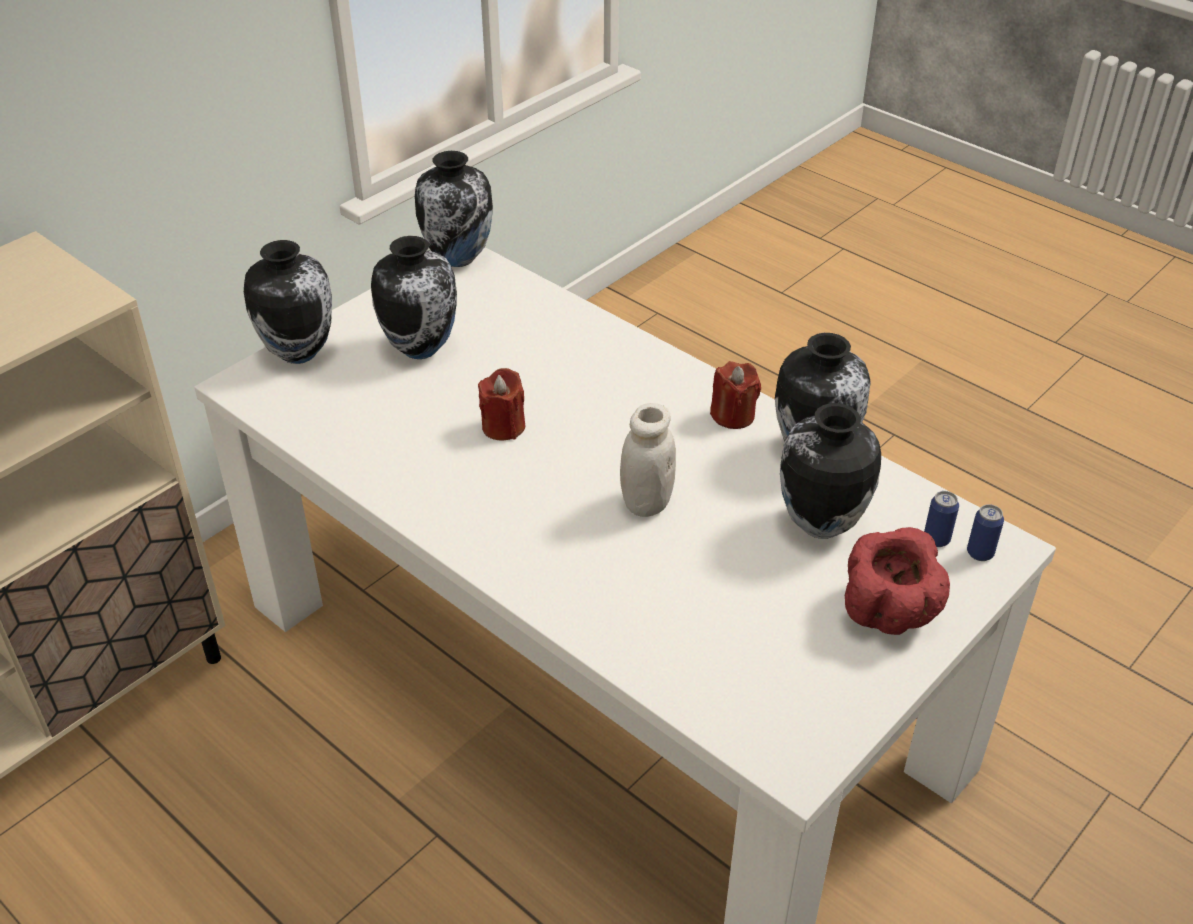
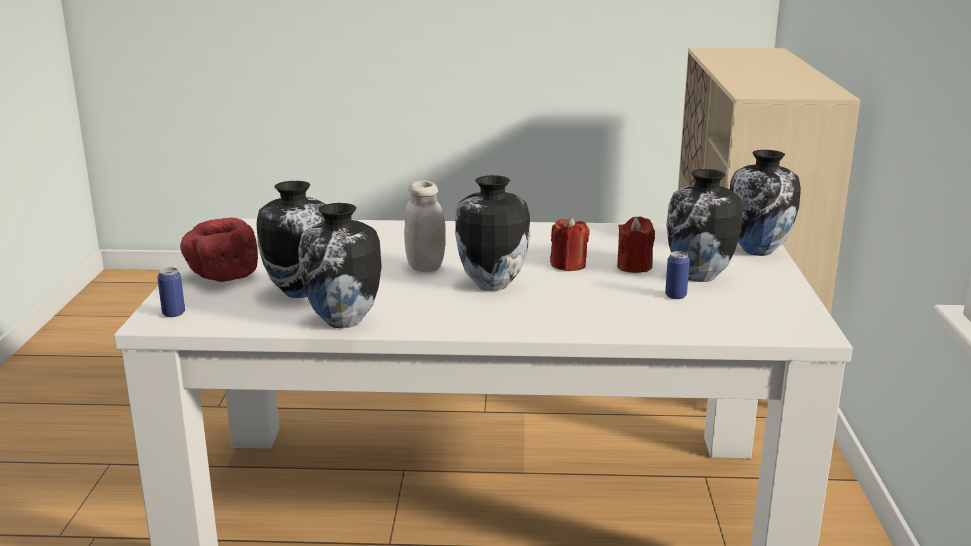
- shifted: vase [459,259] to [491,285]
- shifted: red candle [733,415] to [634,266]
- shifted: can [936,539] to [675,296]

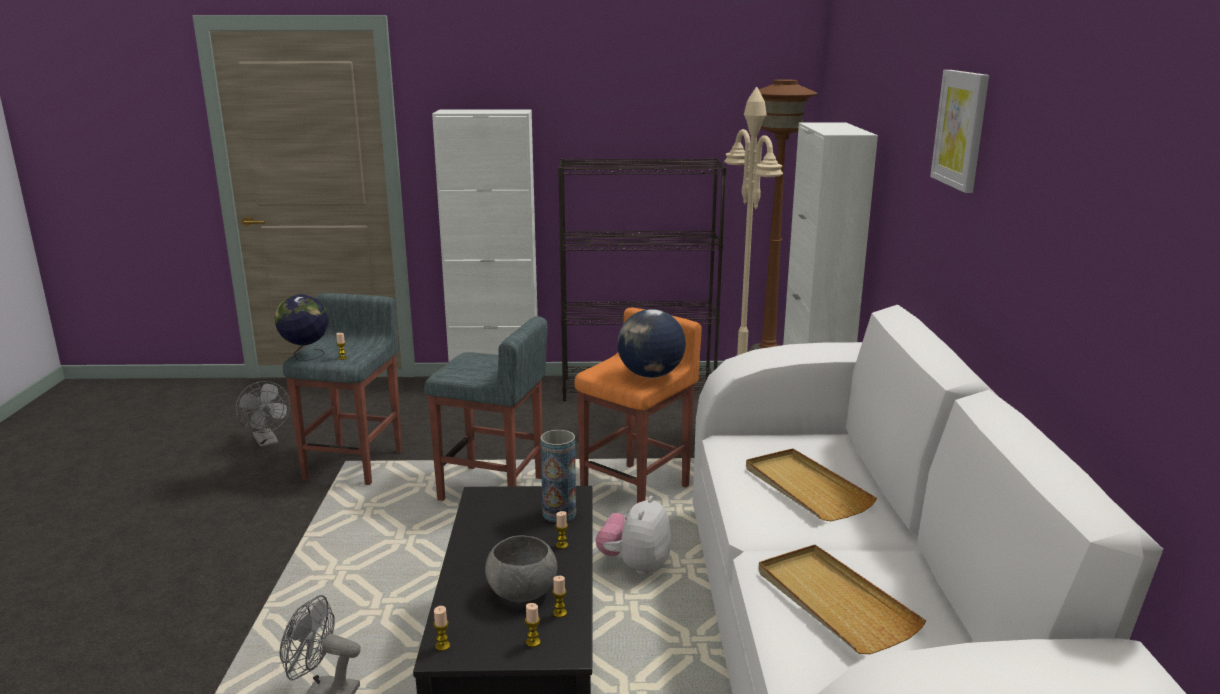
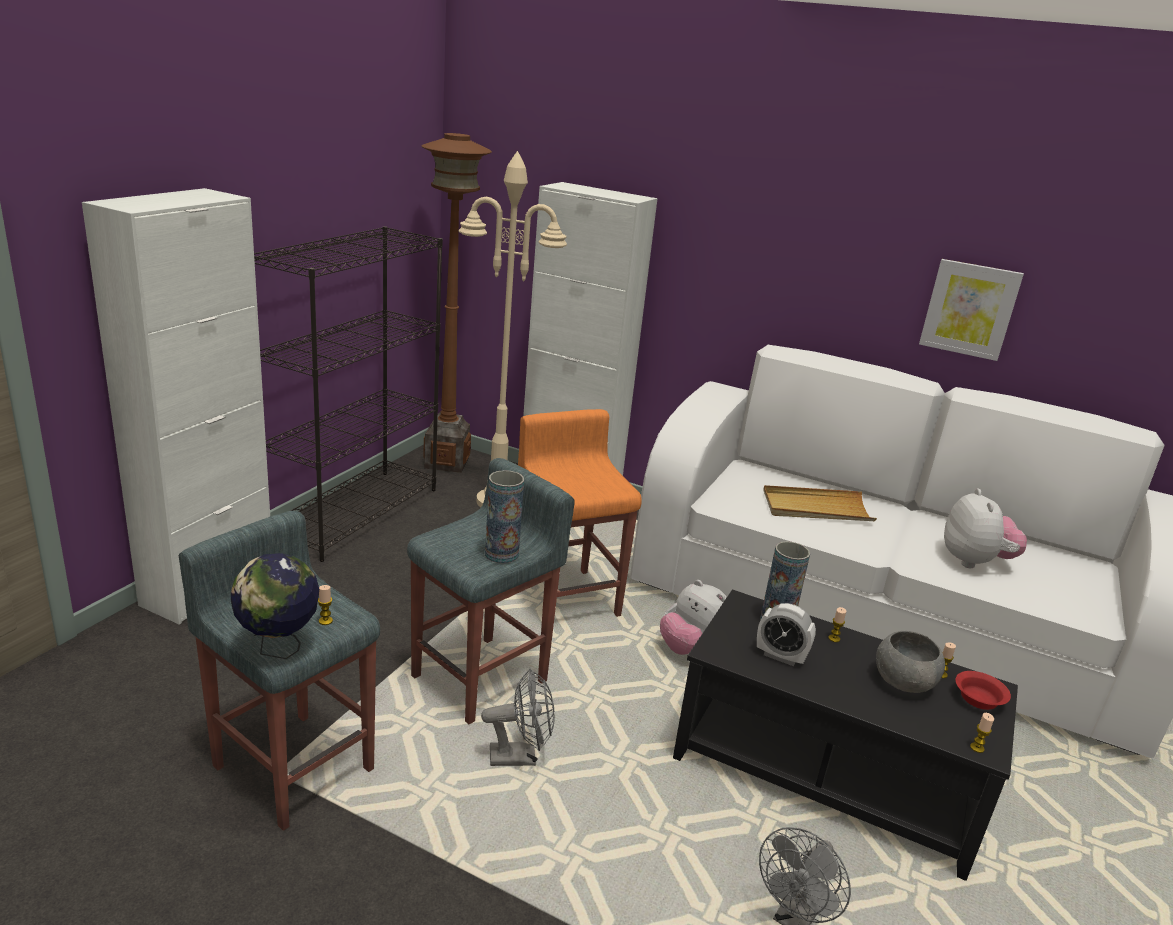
- shifted: grey fan [267,442] to [520,757]
- swapped: candle [533,642] to red bowl [979,700]
- gone: globe [650,375]
- swapped: beige tray [834,602] to plush toy [974,562]
- shifted: picture [961,129] to [969,309]
- new: vase [501,554]
- new: alarm clock [780,656]

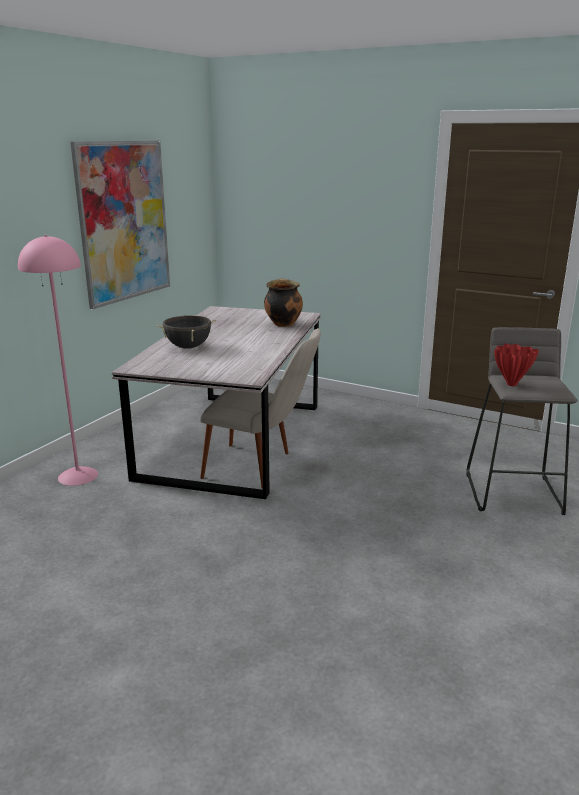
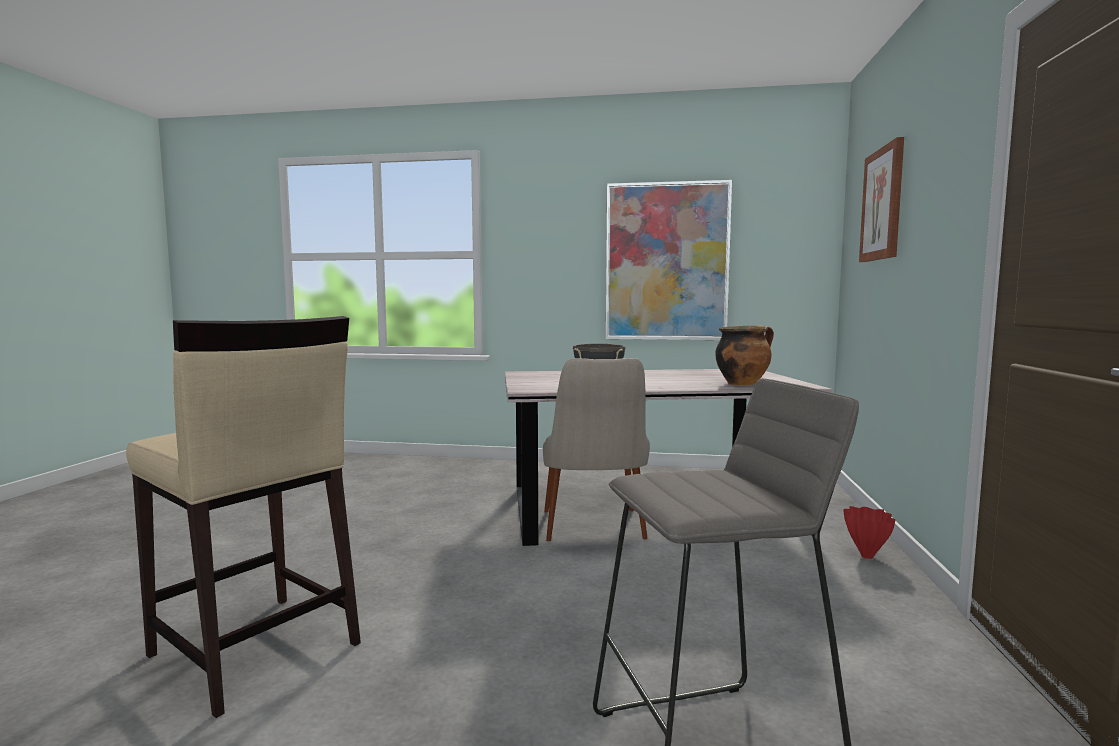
- gone: pink floor lamp [78,475]
- shifted: red vase [510,384] to [866,556]
- new: beige stool [254,650]
- new: picture [883,204]

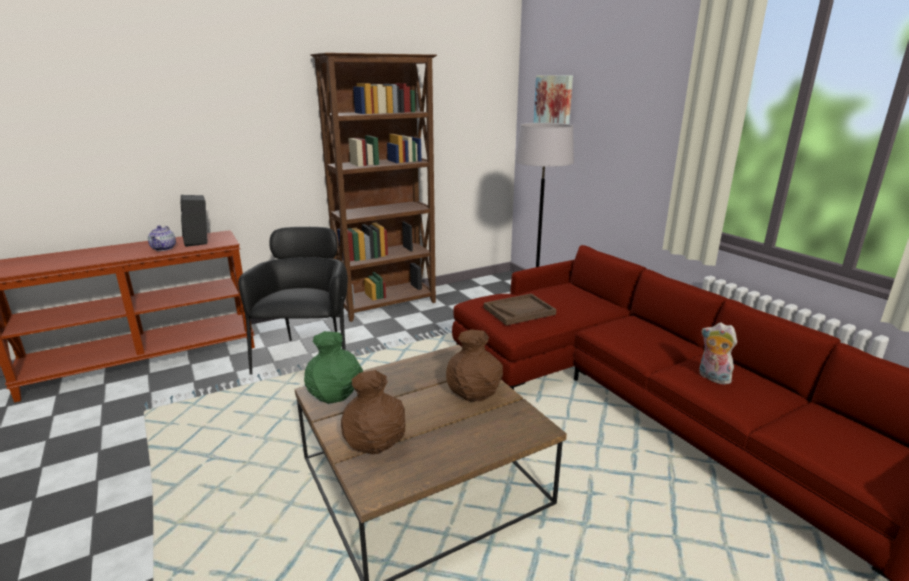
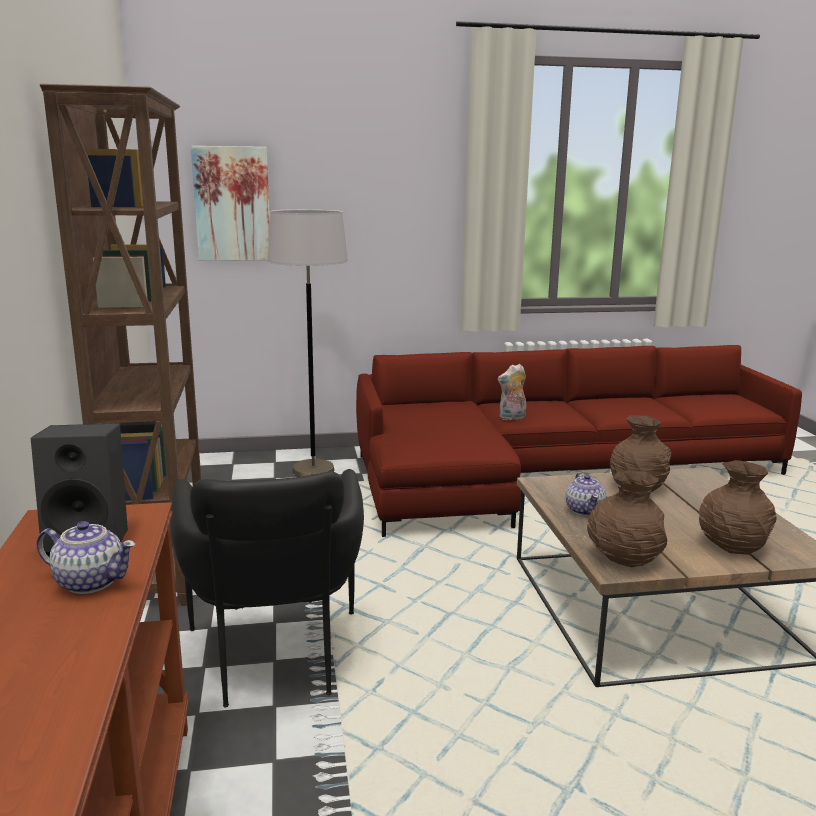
- rotated: black armchair [307,354] = [275,663] 120 degrees counterclockwise
- repainted: green vase [335,394] to brown vase [623,557]
- gone: brown tray [519,311]
- shifted: plush toy [712,378] to [512,418]
- new: teapot [585,510]

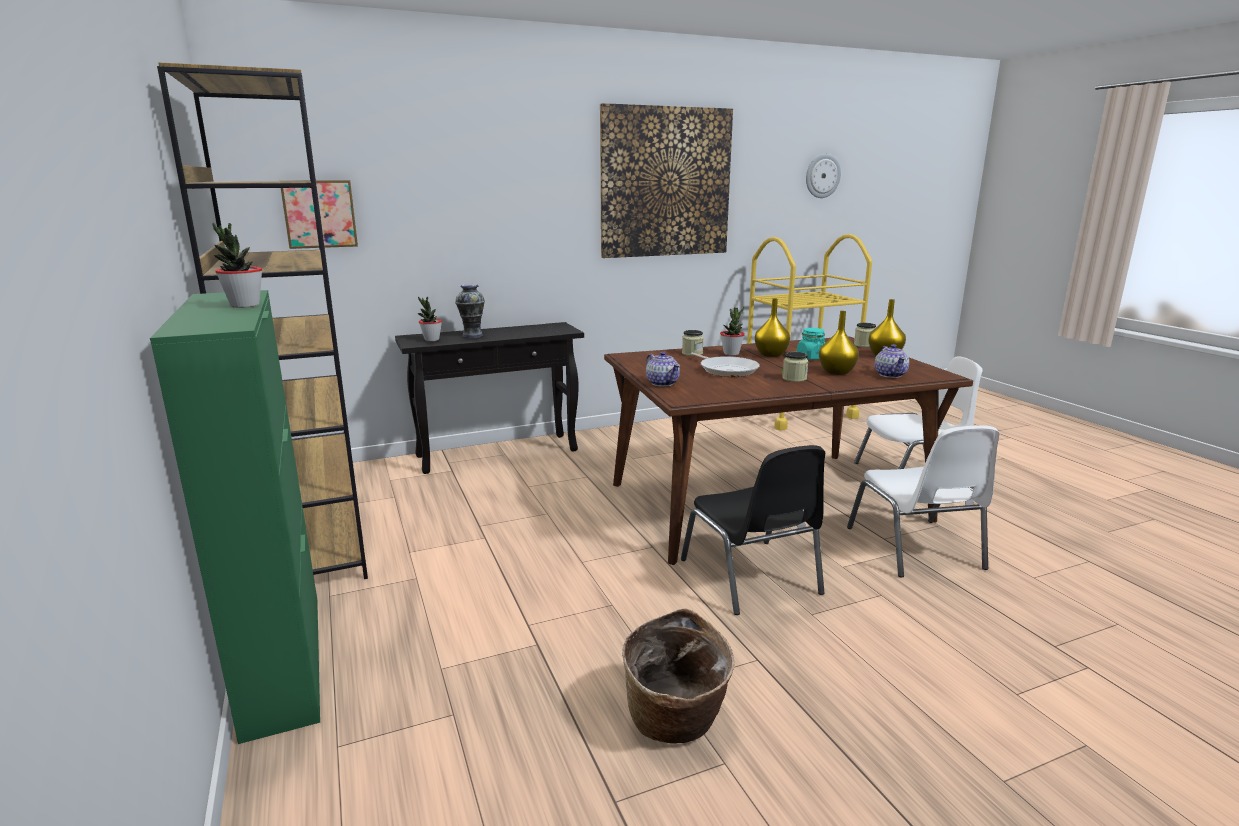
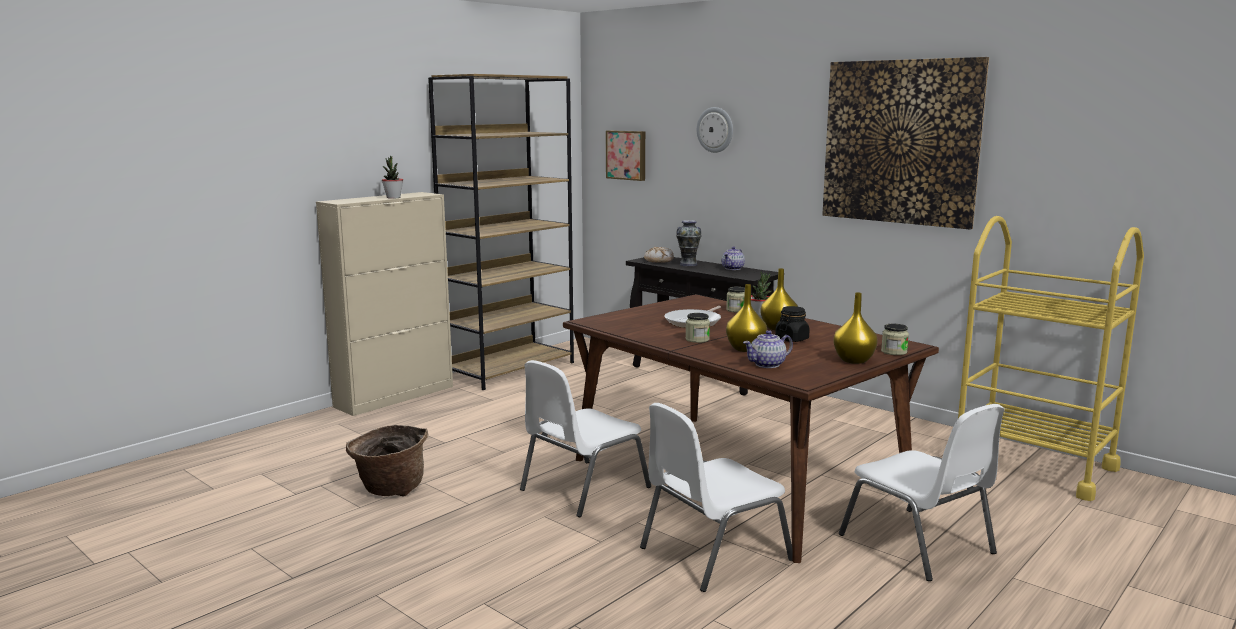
- repainted: green cabinet [284,660] to beige cabinet [395,396]
- swapped: potted plant [431,340] to bread [659,260]
- shifted: teapot [662,383] to [733,268]
- repainted: black chair [751,577] to white chair [582,489]
- repainted: turquoise jar [811,357] to black jar [792,339]
- shifted: wall clock [822,176] to [715,129]

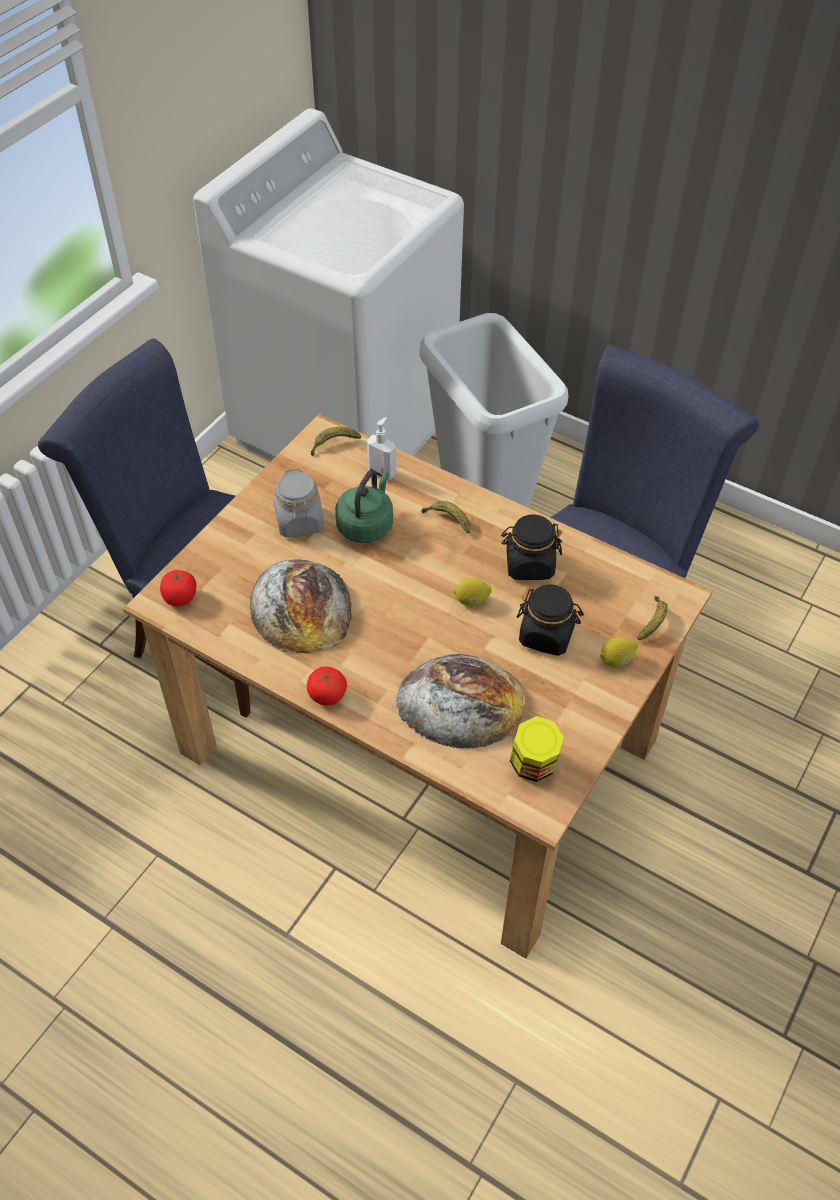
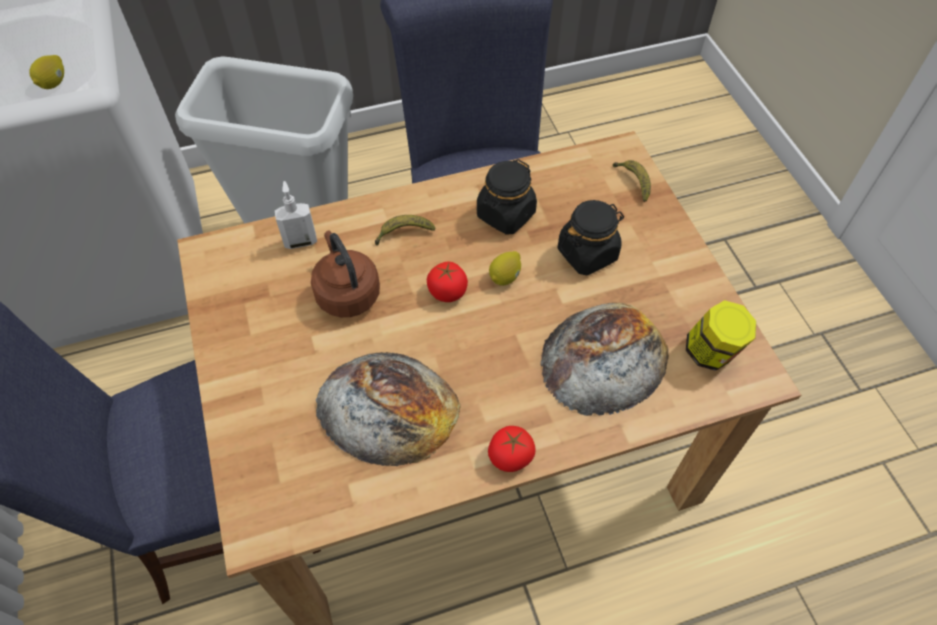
- shifted: tomato [180,597] to [447,291]
- gone: grey jar [300,522]
- gone: banana [333,444]
- repainted: green kettle [366,525] to brown kettle [347,293]
- shifted: lemon [616,660] to [54,83]

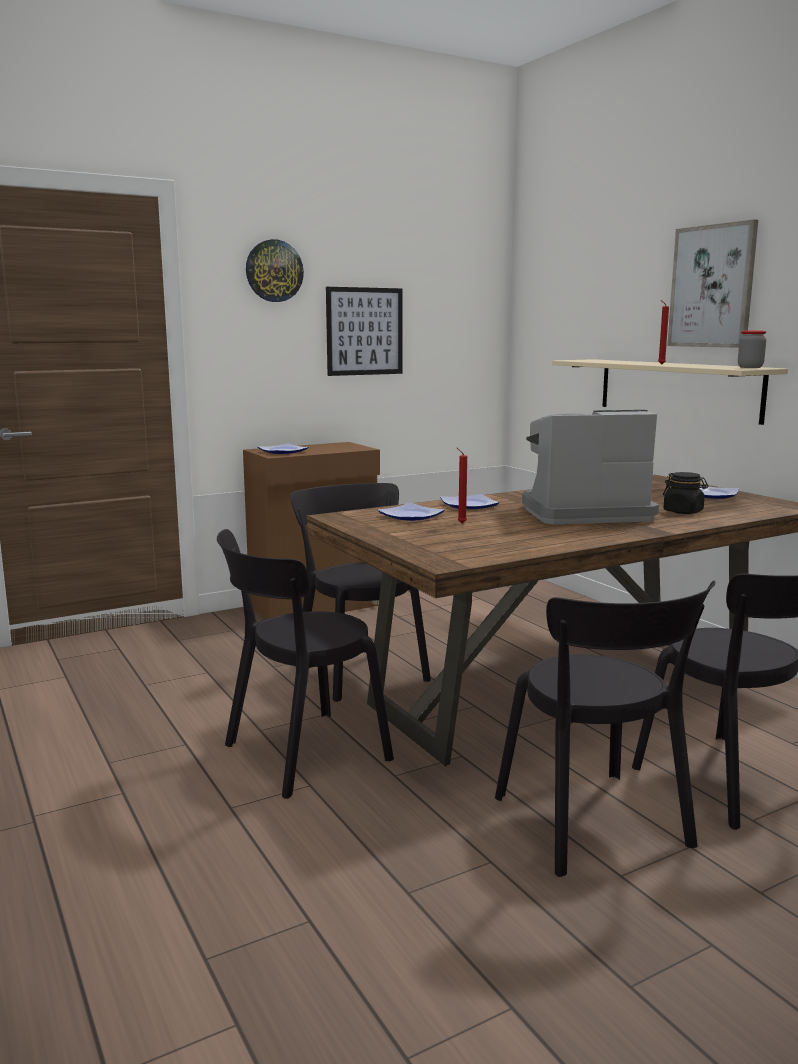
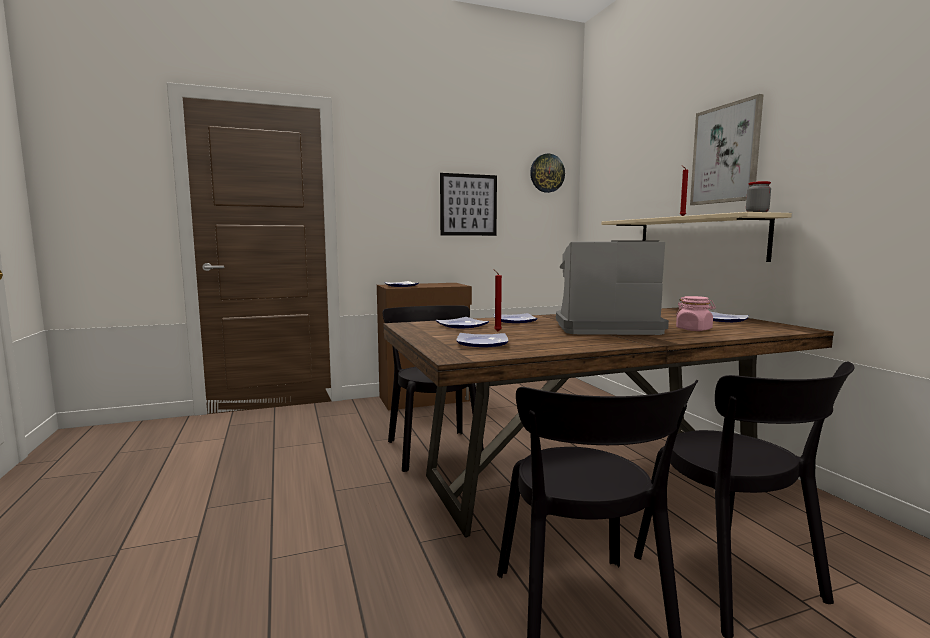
- gone: black chair [300,754]
- shifted: wall clock [274,271] to [547,173]
- repainted: black jar [683,511] to pink jar [694,329]
- new: plate [481,343]

